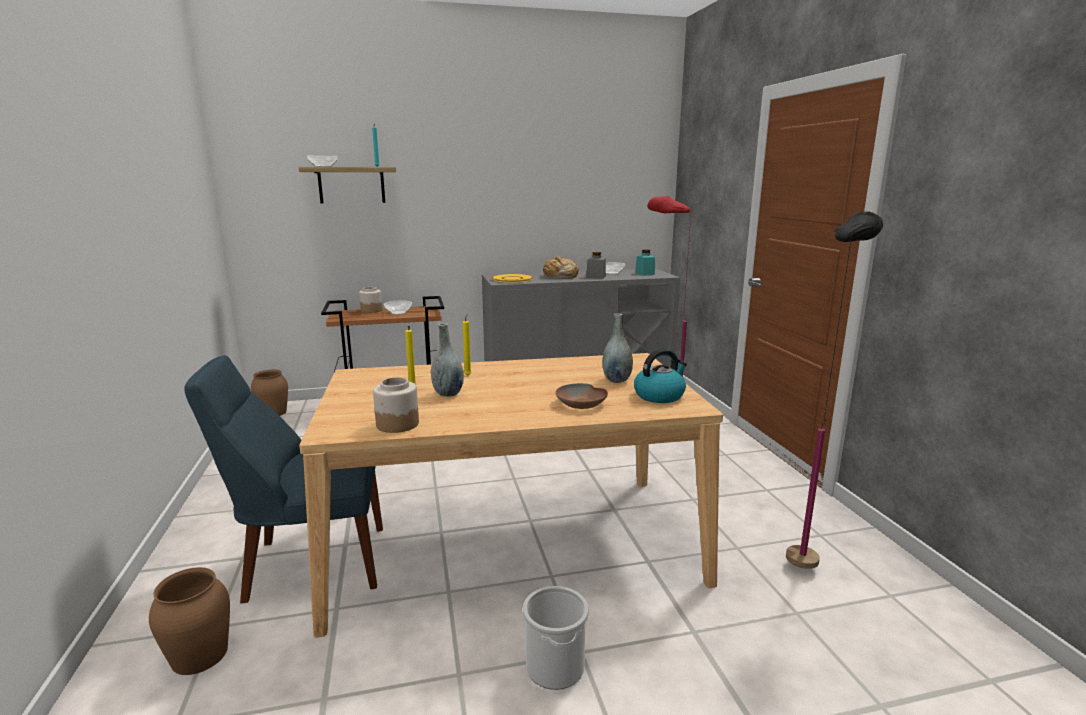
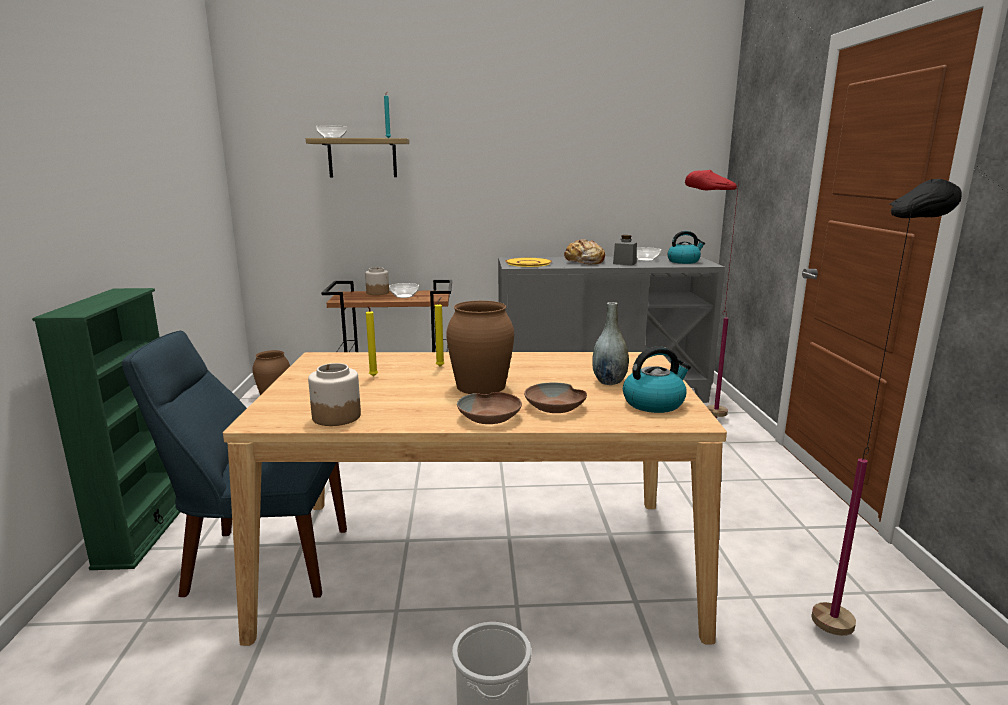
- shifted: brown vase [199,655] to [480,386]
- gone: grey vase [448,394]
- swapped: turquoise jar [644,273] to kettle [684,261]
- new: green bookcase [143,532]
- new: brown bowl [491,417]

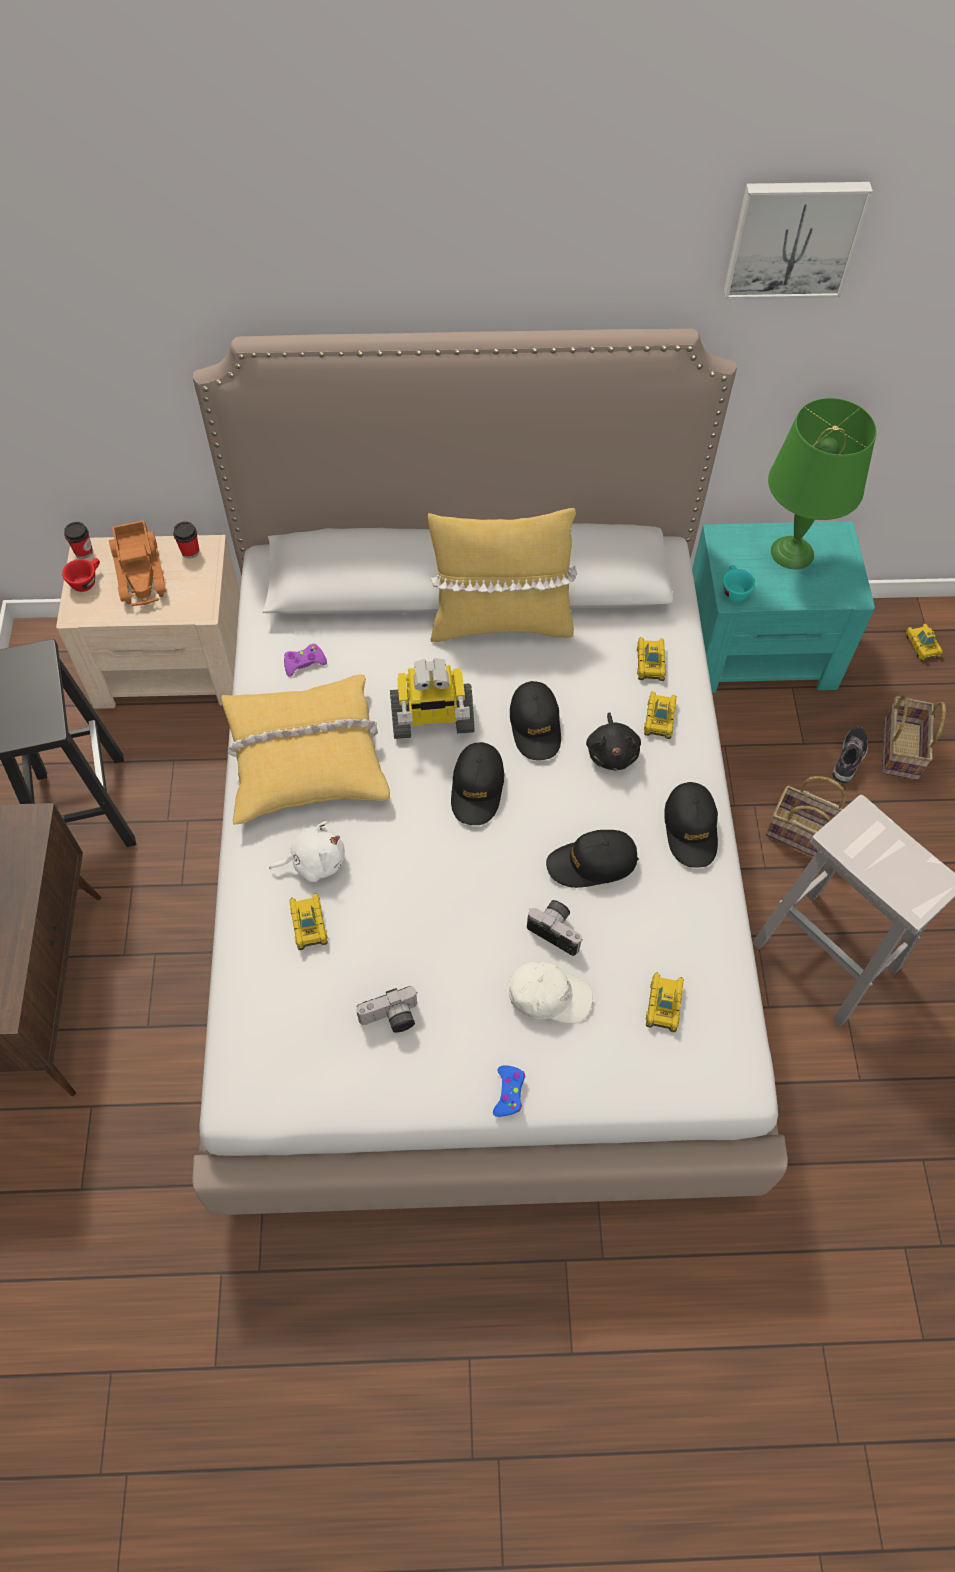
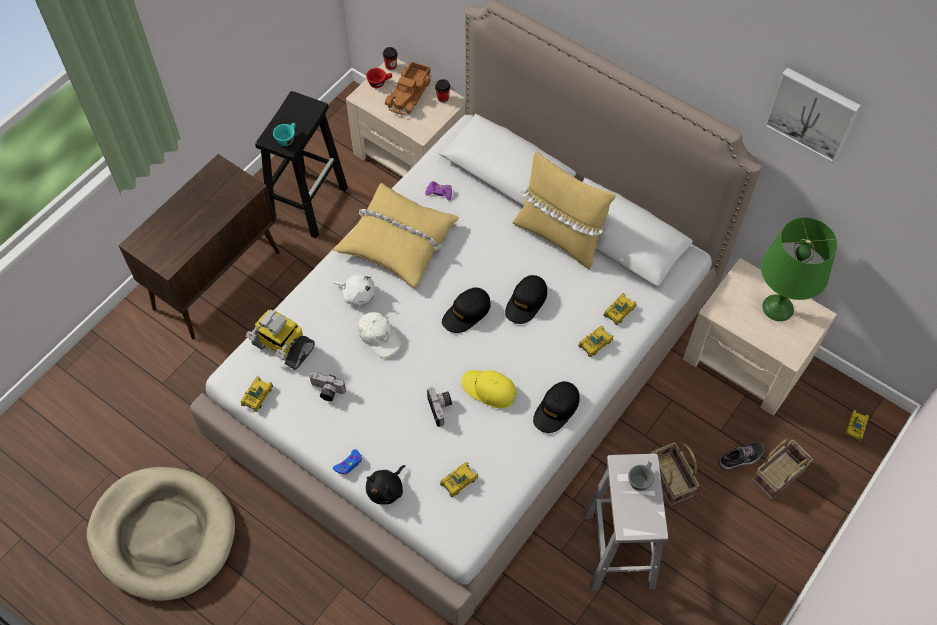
- shifted: toy car [309,924] to [257,395]
- shifted: toy robot [431,719] to [282,347]
- shifted: white cap [548,996] to [379,337]
- repainted: black cap [592,863] to yellow cap [489,389]
- shifted: black plush toy [612,752] to [386,489]
- repainted: turquoise nightstand [759,648] to beige nightstand [747,360]
- shifted: turquoise cup [733,590] to [287,138]
- new: beige dog bed [163,534]
- new: grey cup [640,479]

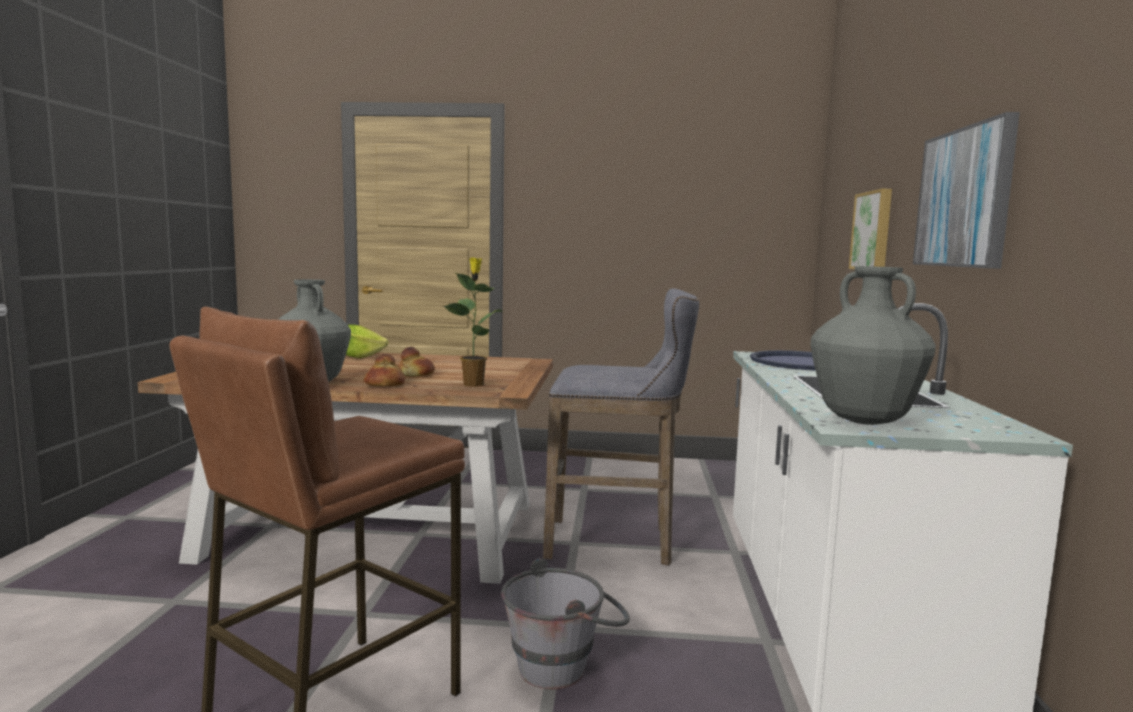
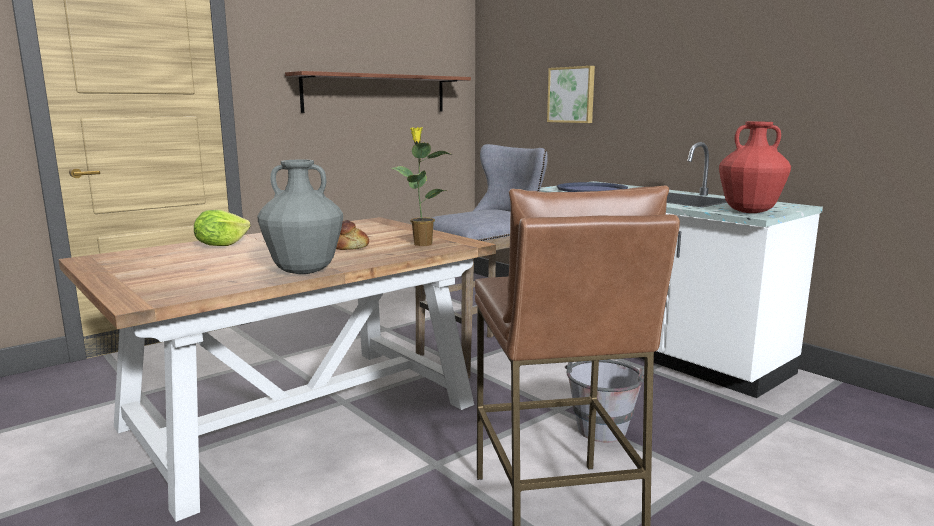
- gone: bread [384,385]
- repainted: grey vase [863,420] to red vase [749,211]
- gone: picture [964,198]
- new: shelf [376,93]

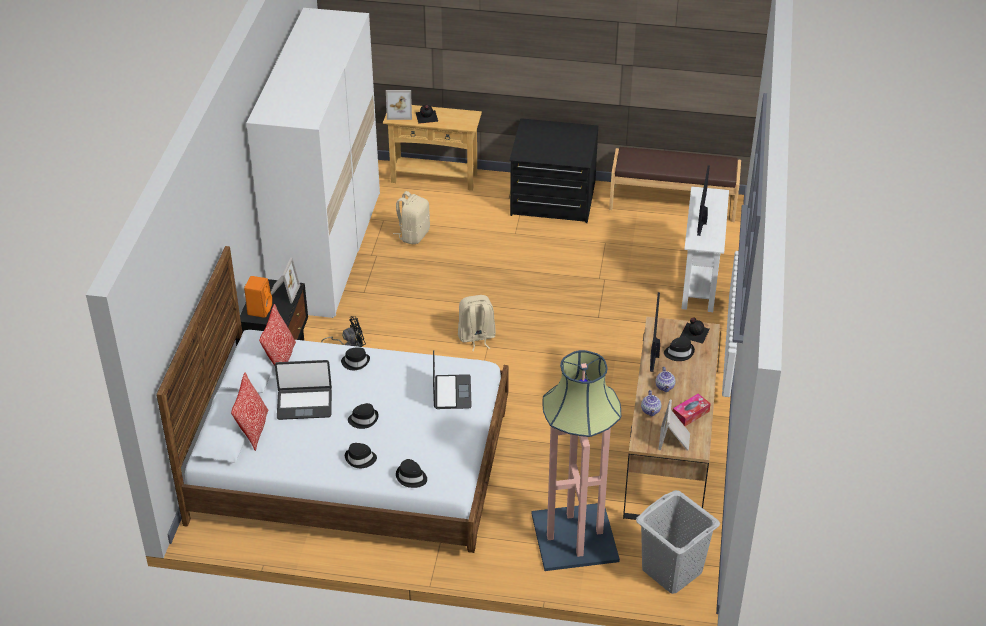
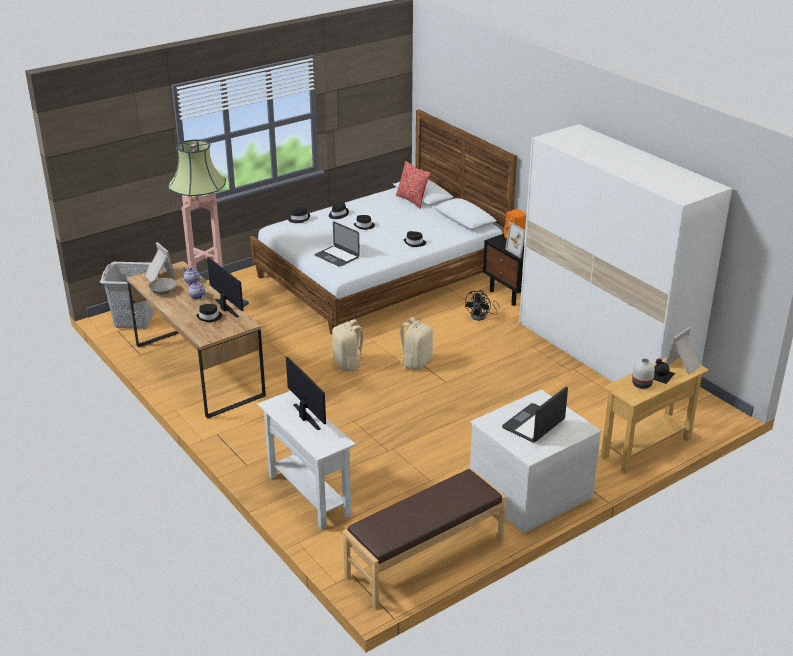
- gone: pillow [280,359]
- shifted: laptop [304,404] to [534,424]
- shifted: beige backpack [413,235] to [348,364]
- repainted: black dresser [552,199] to white dresser [529,491]
- swapped: tissue box [690,414] to grey bowl [163,291]
- gone: black bottle [694,332]
- new: white vase [641,384]

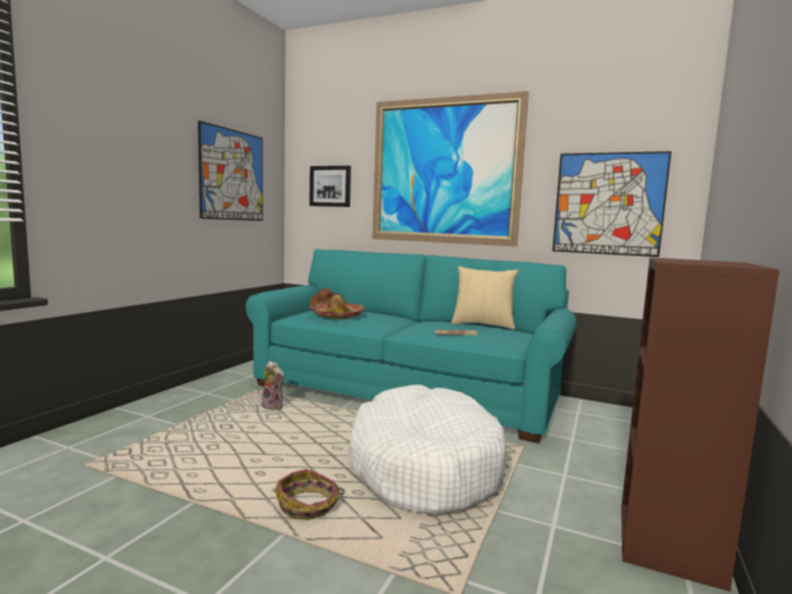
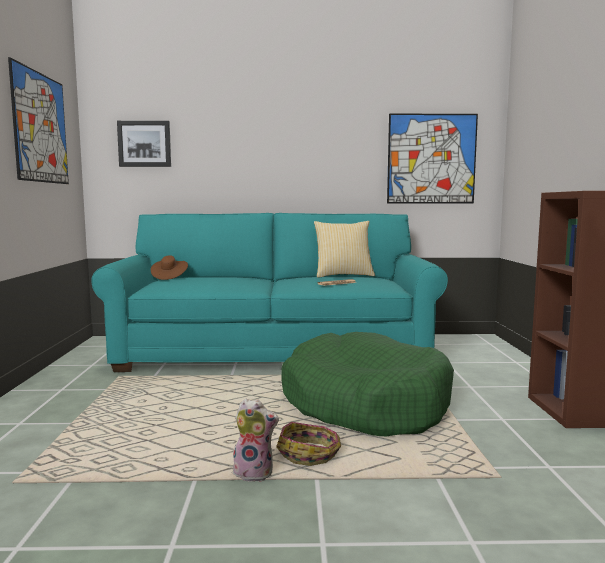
- shifted: plush toy [274,407] to [255,473]
- gone: hat [336,316]
- repainted: white dog bed [423,466] to green dog bed [364,404]
- gone: picture [444,171]

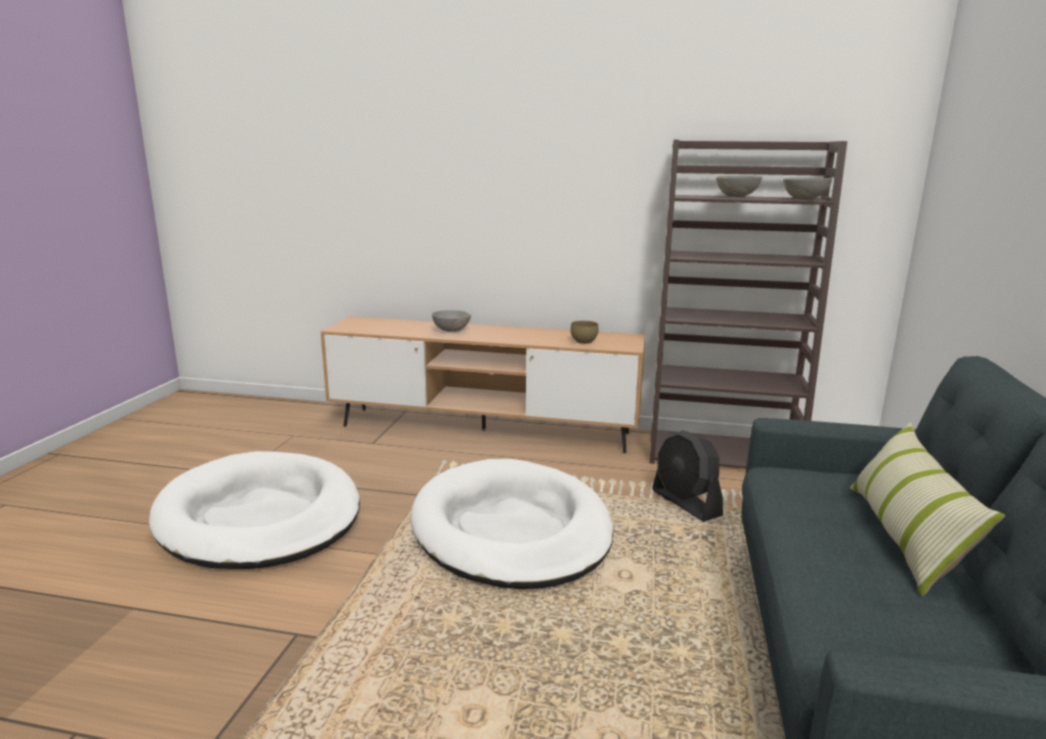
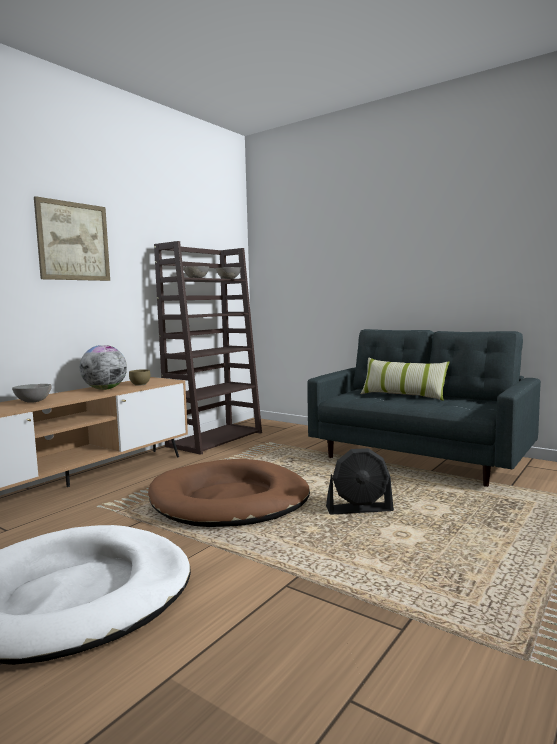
- repainted: white dog bed [511,529] to brown dog bed [230,500]
- shifted: black fan [686,503] to [359,510]
- new: picture [73,241]
- new: globe [105,389]

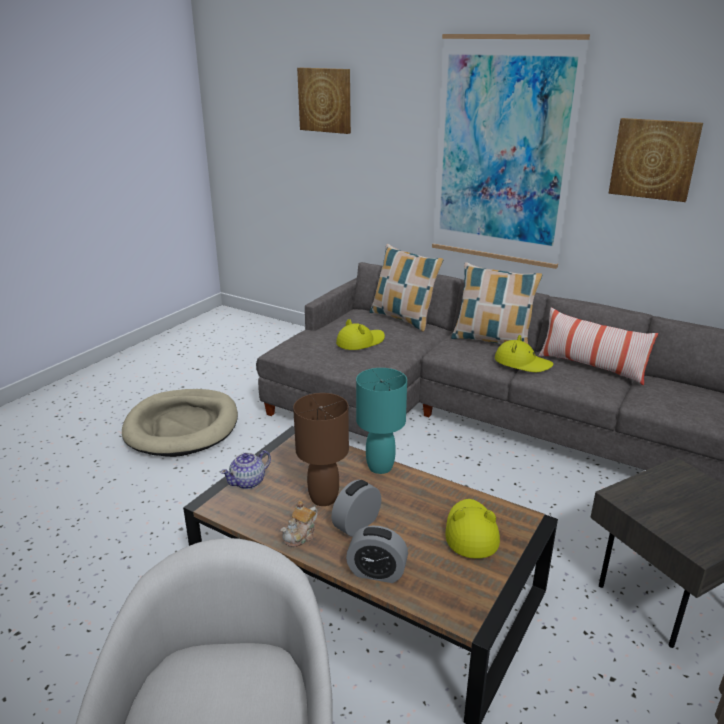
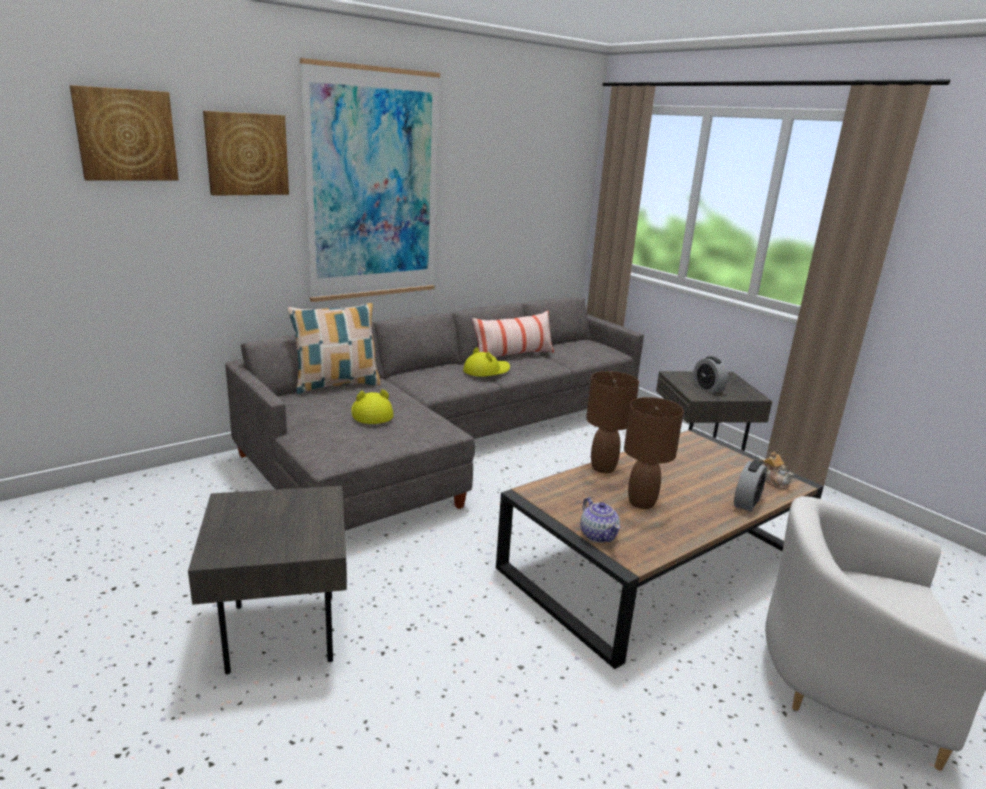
- swapped: beige dog bed [182,426] to grey side table [279,630]
- shifted: teapot [300,536] to [773,481]
- shifted: alarm clock [357,524] to [708,388]
- repainted: turquoise table lamp [380,466] to brown table lamp [602,467]
- gone: yellow hat [470,532]
- gone: pillow [491,341]
- shifted: picture [654,159] to [246,154]

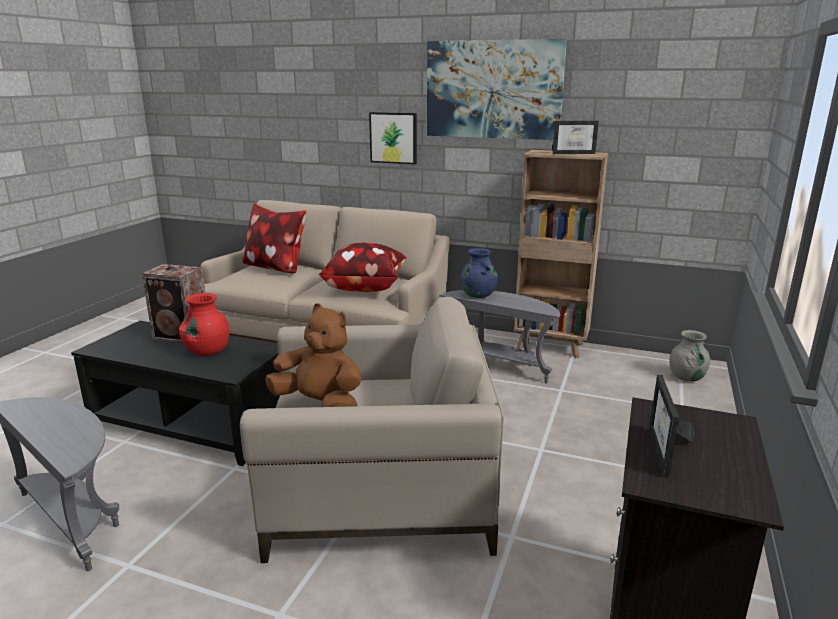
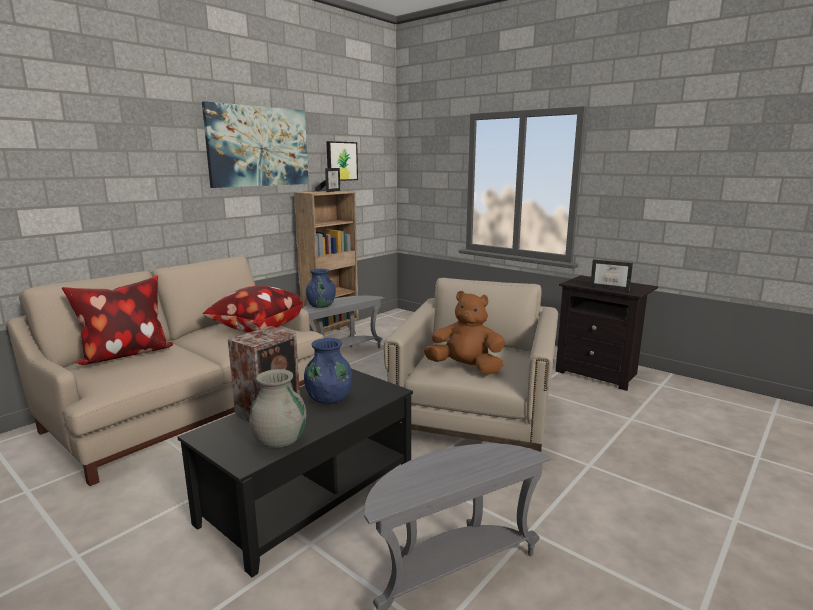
- repainted: red vase [208,351] to blue vase [329,399]
- rotated: brown plush toy [320,405] = [466,368] 60 degrees clockwise
- shifted: picture [394,138] to [341,161]
- shifted: grey vase [686,377] to [279,440]

